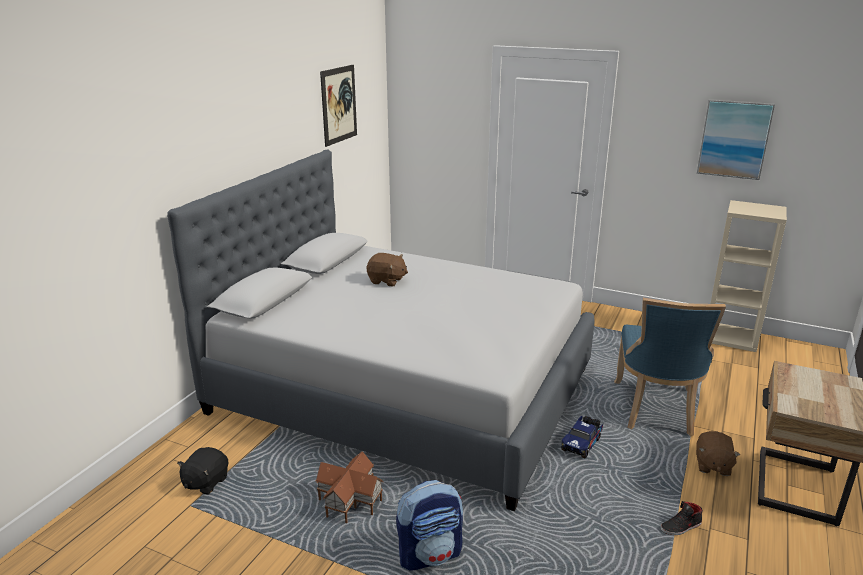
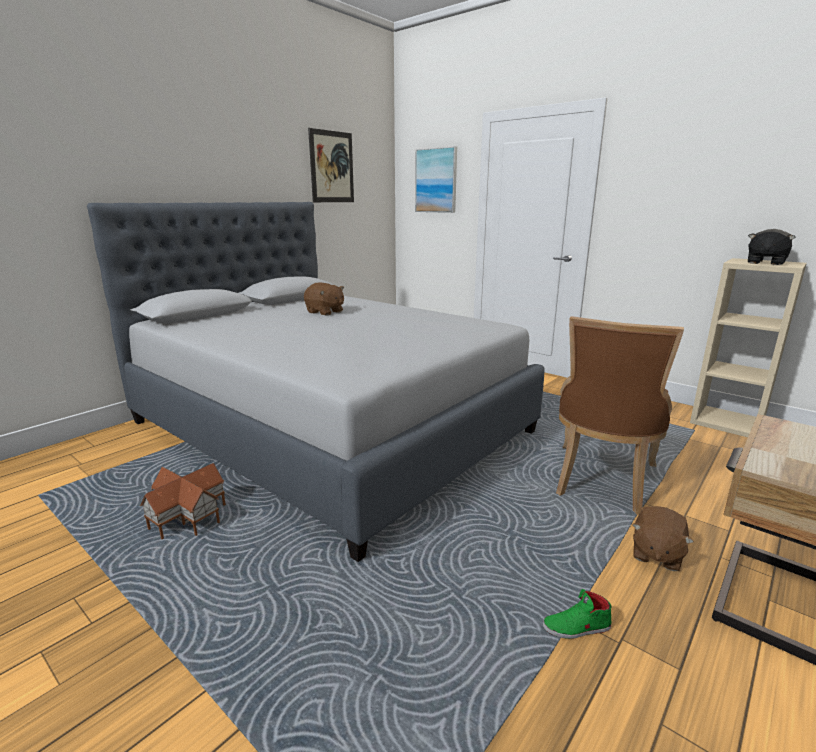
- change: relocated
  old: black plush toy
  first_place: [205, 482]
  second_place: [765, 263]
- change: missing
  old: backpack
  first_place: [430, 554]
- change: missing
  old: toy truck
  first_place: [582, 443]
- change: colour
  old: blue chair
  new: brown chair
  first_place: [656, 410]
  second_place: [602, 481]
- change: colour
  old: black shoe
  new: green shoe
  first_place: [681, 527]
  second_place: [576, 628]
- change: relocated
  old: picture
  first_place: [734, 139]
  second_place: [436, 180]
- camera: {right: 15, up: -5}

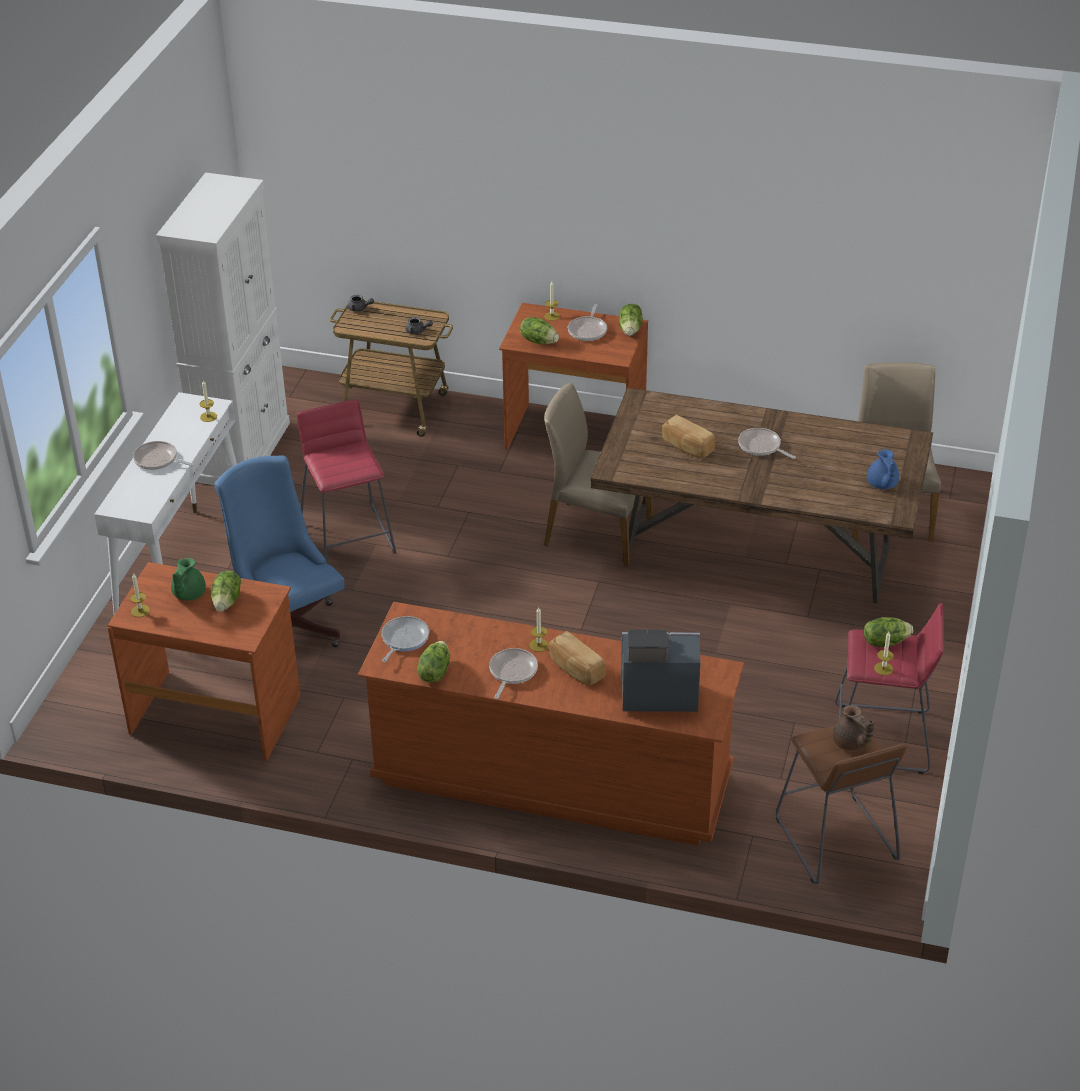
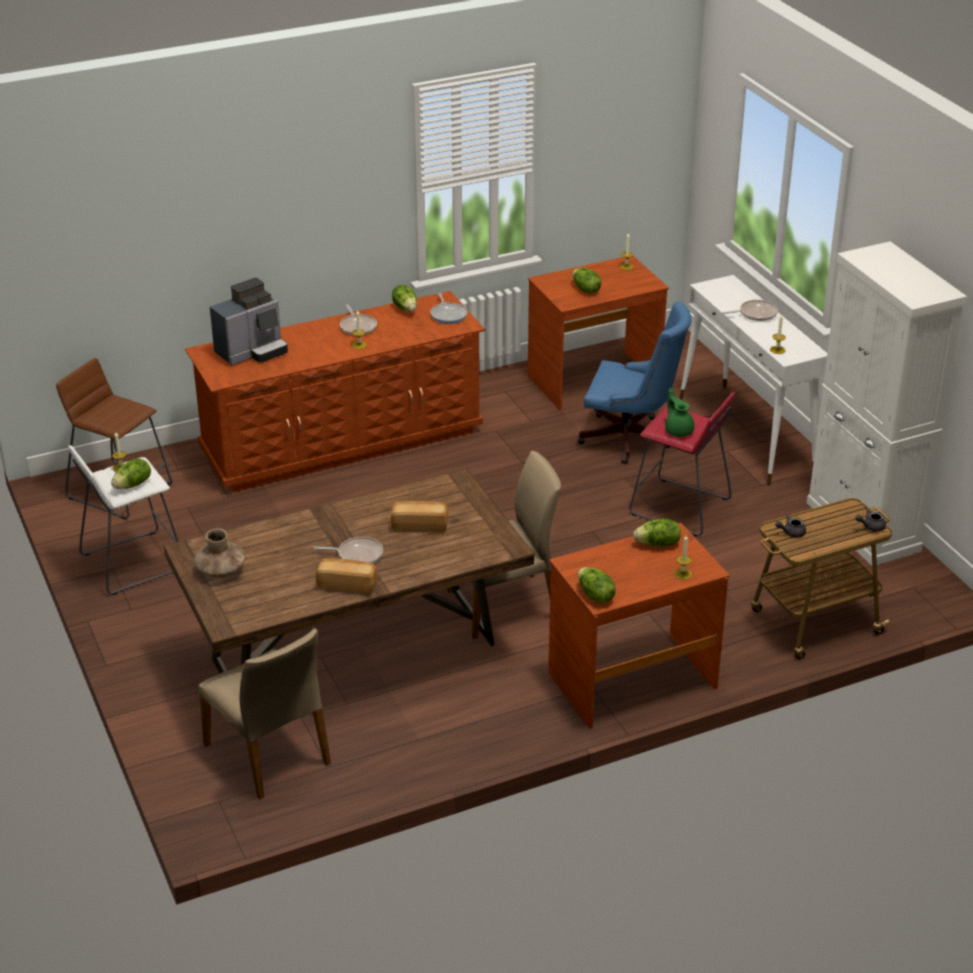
- change: relocated
  old: green teapot
  first_place: [188, 594]
  second_place: [678, 430]
- change: relocated
  old: bread
  first_place: [576, 669]
  second_place: [347, 585]
- change: missing
  old: frying pan
  first_place: [588, 330]
- change: missing
  old: brown teapot
  first_place: [851, 743]
- change: colour
  old: red stool
  new: white stool
  first_place: [881, 738]
  second_place: [132, 562]
- change: exchanged
  old: blue teapot
  new: brown vase
  first_place: [882, 484]
  second_place: [221, 570]
- camera: {right: 140, up: -5}

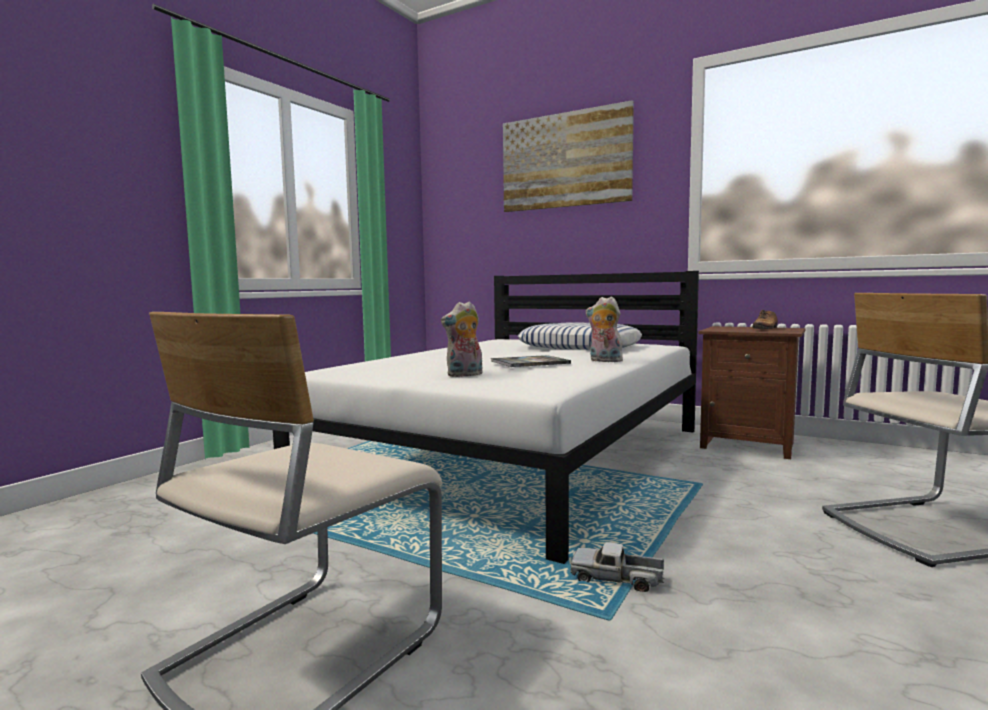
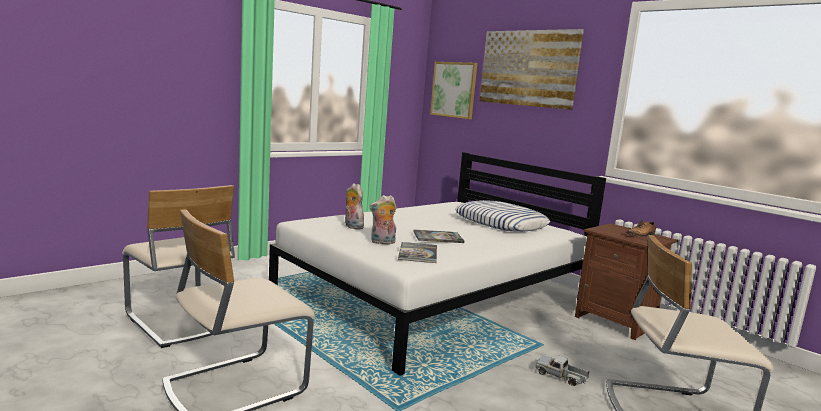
- change: relocated
  old: toy truck
  first_place: [617, 579]
  second_place: [561, 376]
- change: relocated
  old: plush toy
  first_place: [604, 361]
  second_place: [352, 227]
- change: appeared
  new: beige chair
  second_place: [180, 321]
- change: appeared
  new: book
  second_place: [418, 253]
- change: appeared
  new: picture
  second_place: [454, 90]
- camera: {right: 15, up: 5}

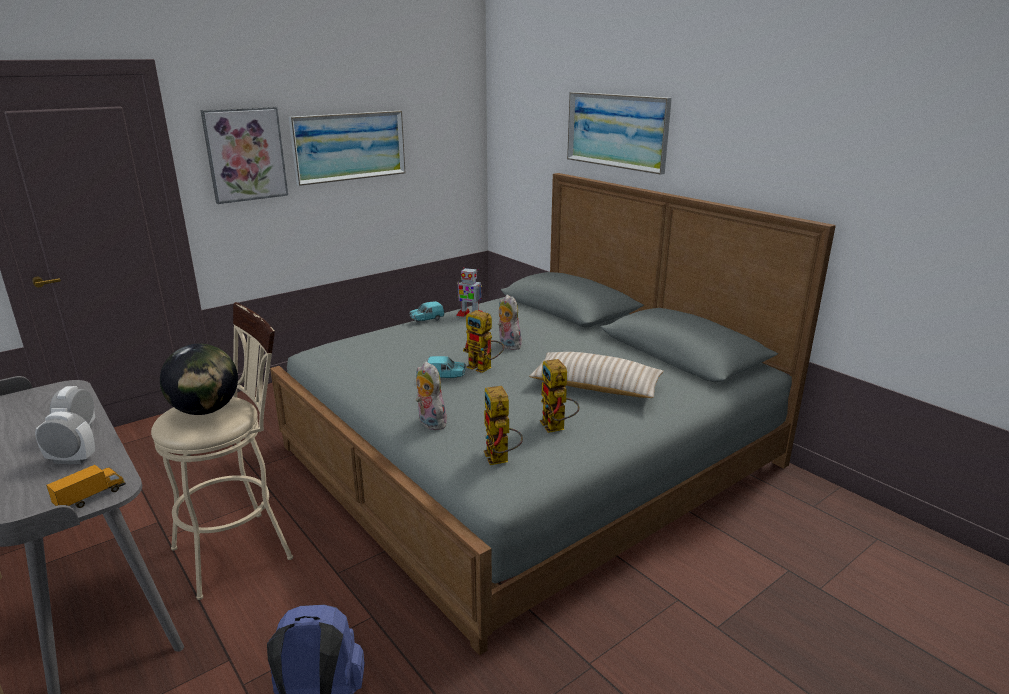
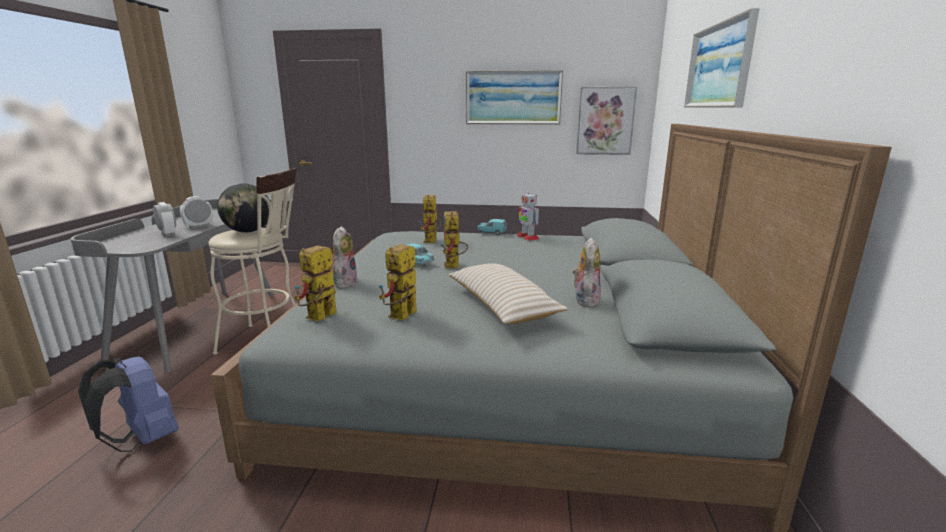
- change: missing
  old: toy truck
  first_place: [91, 498]
- change: relocated
  old: picture
  first_place: [245, 154]
  second_place: [605, 121]
- change: relocated
  old: plush toy
  first_place: [507, 345]
  second_place: [585, 300]
- change: appeared
  new: toy robot
  second_place: [431, 242]
- camera: {right: 45, up: -5}

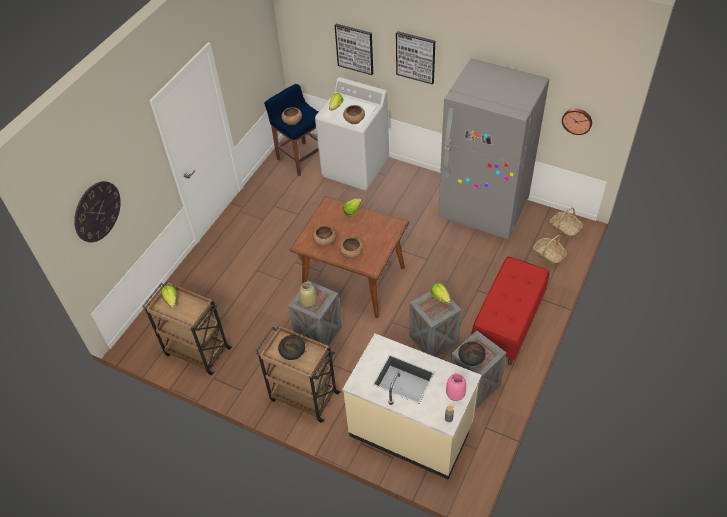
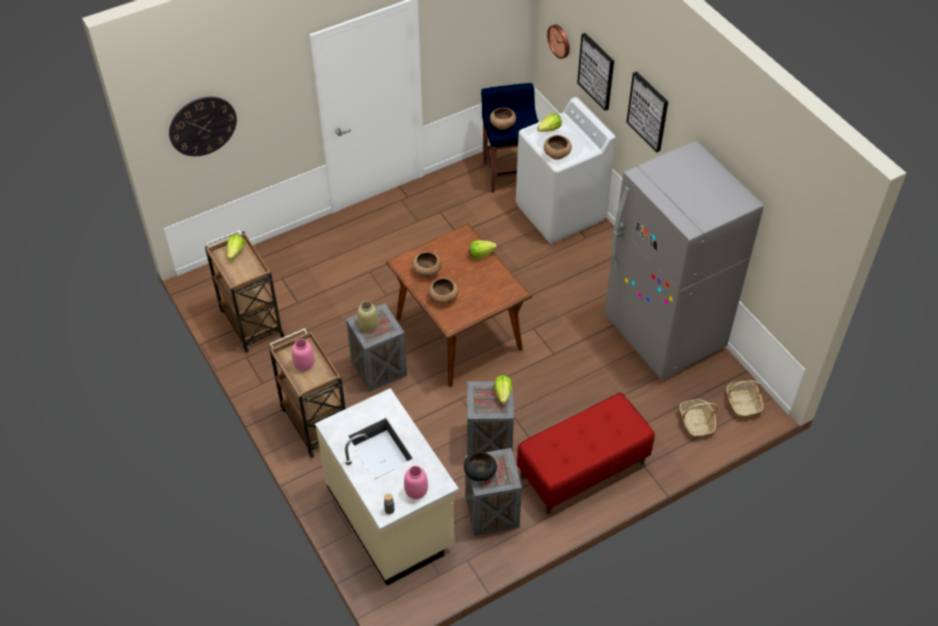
- change: exchanged
  old: black bowl
  new: pink vase
  first_place: [293, 352]
  second_place: [304, 364]
- change: relocated
  old: wall clock
  first_place: [577, 120]
  second_place: [560, 41]
- camera: {right: 30, up: 0}

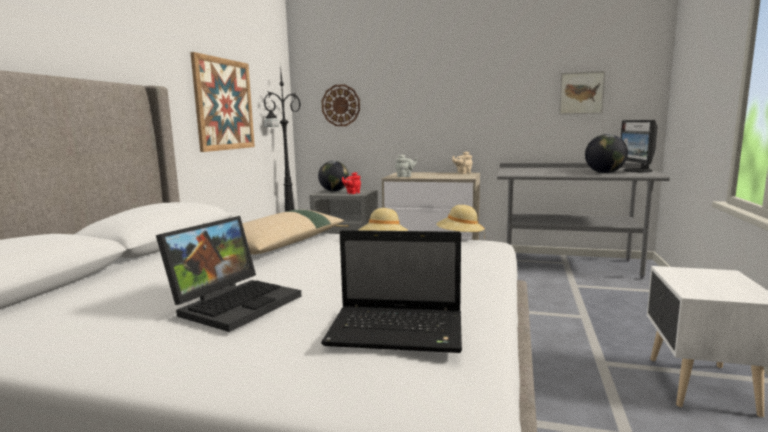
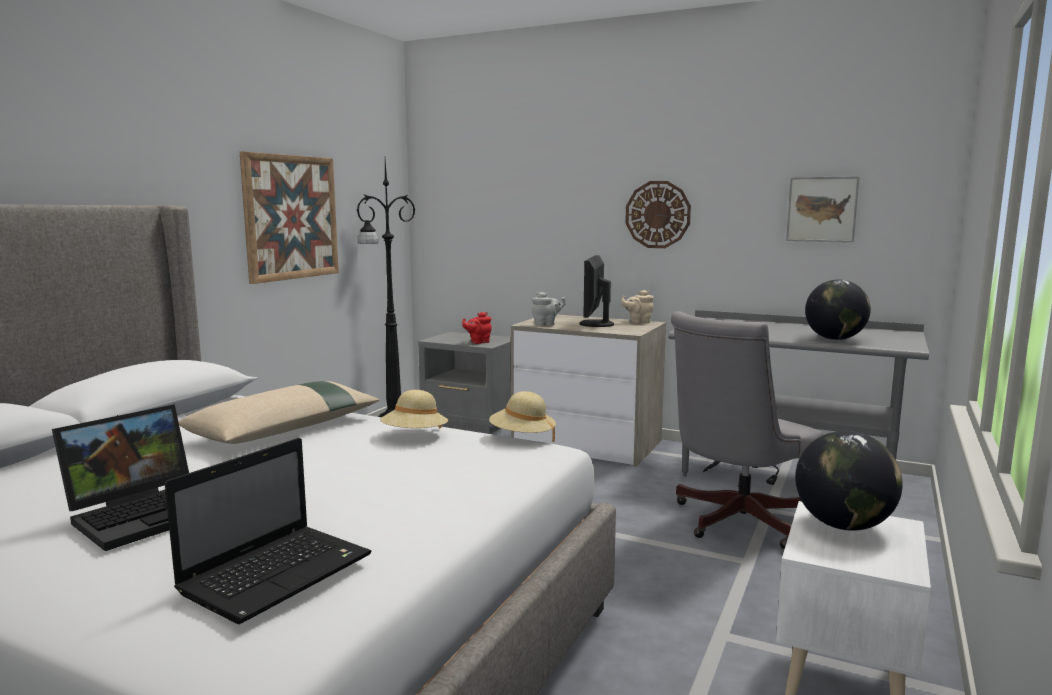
- change: relocated
  old: globe
  first_place: [334, 191]
  second_place: [843, 525]
- change: spun
  old: laptop
  first_place: [399, 331]
  second_place: [279, 572]
  degrees: -75
- change: relocated
  old: wall clock
  first_place: [340, 105]
  second_place: [657, 214]
- change: relocated
  old: monitor
  first_place: [636, 171]
  second_place: [595, 324]
- change: appeared
  new: grey office chair
  second_place: [734, 522]
- camera: {right: 10, up: 0}

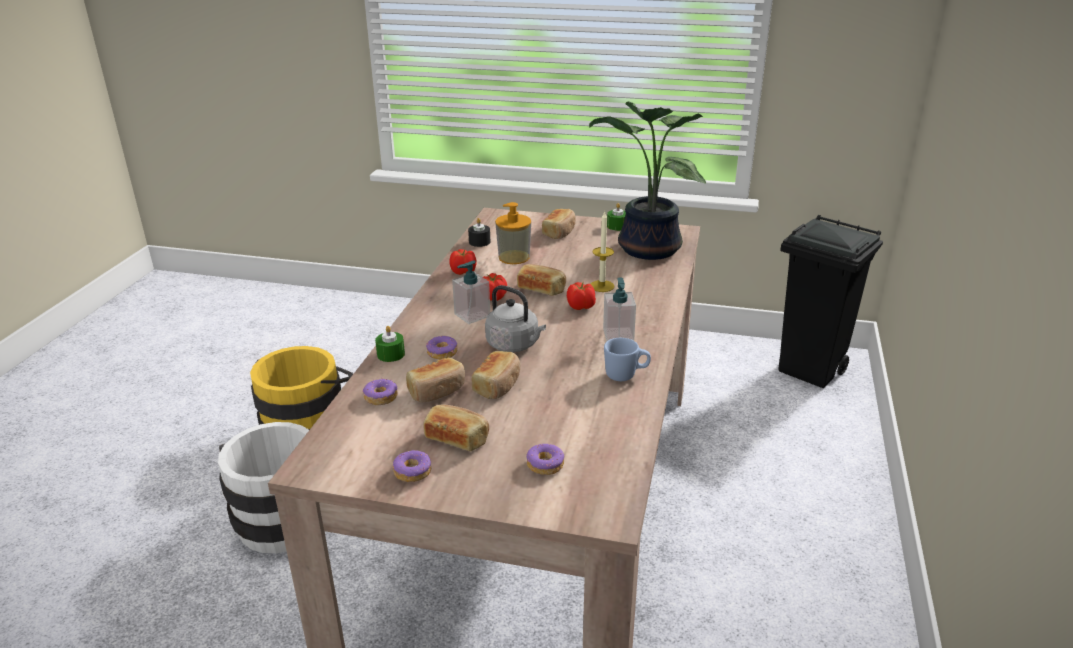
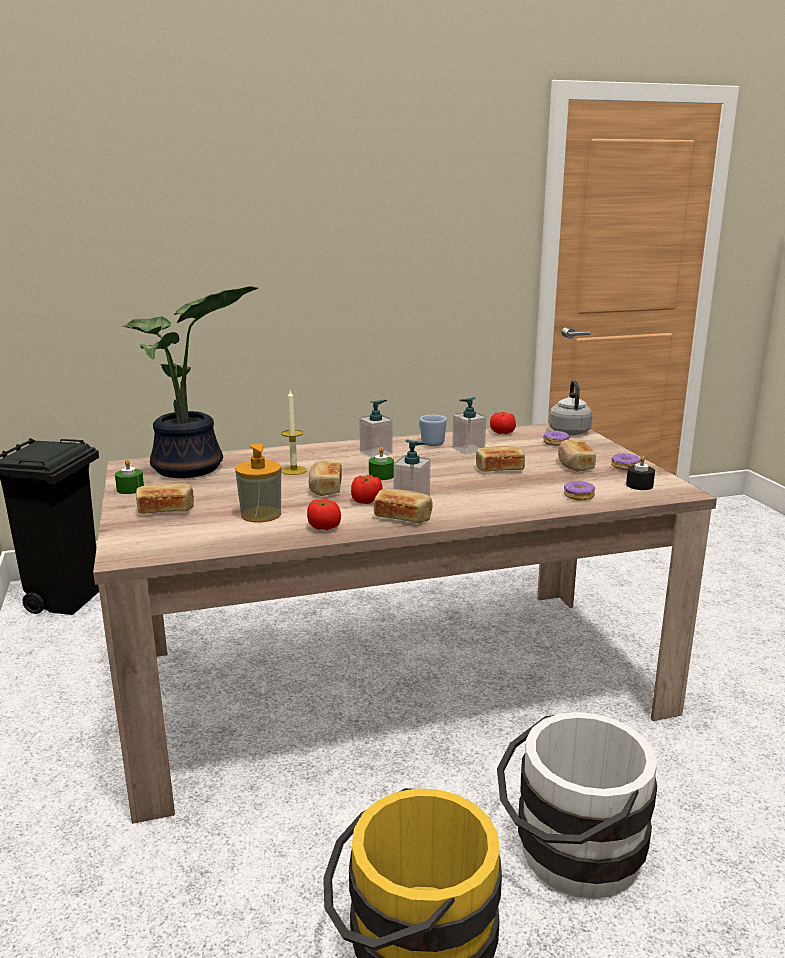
- change: relocated
  old: green candle
  first_place: [391, 354]
  second_place: [381, 476]
- change: relocated
  old: bread
  first_place: [437, 390]
  second_place: [403, 517]
- change: missing
  old: donut
  first_place: [442, 353]
- change: relocated
  old: black candle
  first_place: [479, 242]
  second_place: [639, 485]
- change: relocated
  old: grey kettle
  first_place: [515, 345]
  second_place: [569, 431]
- change: relocated
  old: tomato
  first_place: [581, 307]
  second_place: [502, 433]
- change: appeared
  new: soap dispenser
  second_place: [468, 449]
- camera: {right: -120, up: -10}

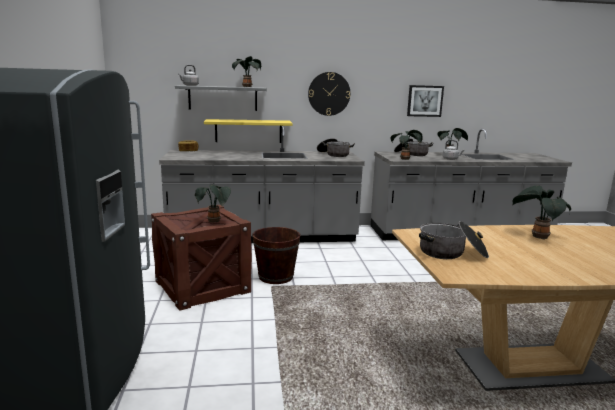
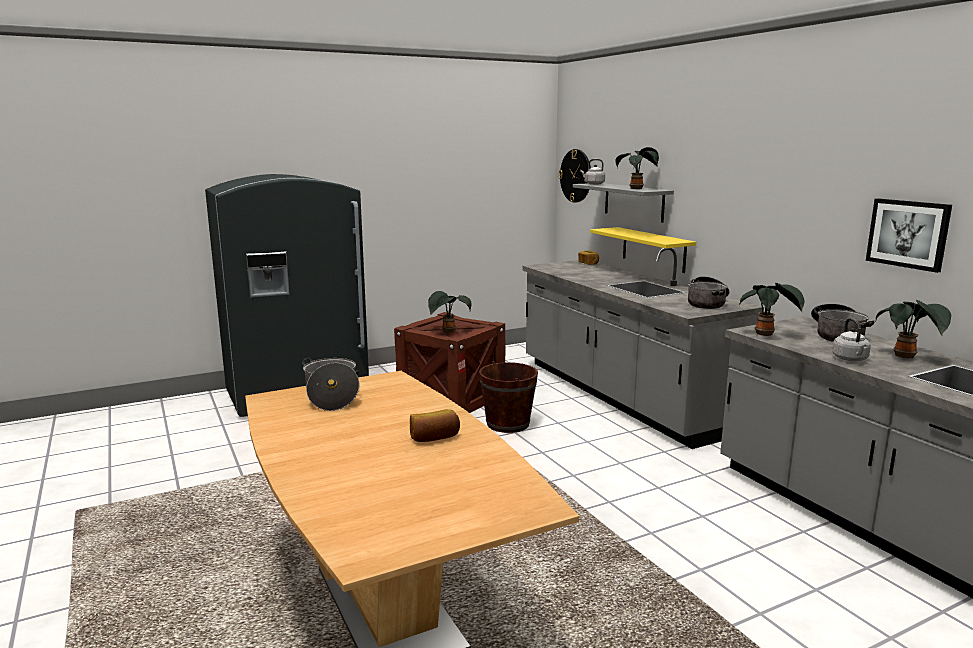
- change: relocated
  old: wall clock
  first_place: [329, 94]
  second_place: [576, 176]
- change: exchanged
  old: potted plant
  new: bread
  first_place: [537, 236]
  second_place: [435, 438]
- camera: {right: 70, up: 0}

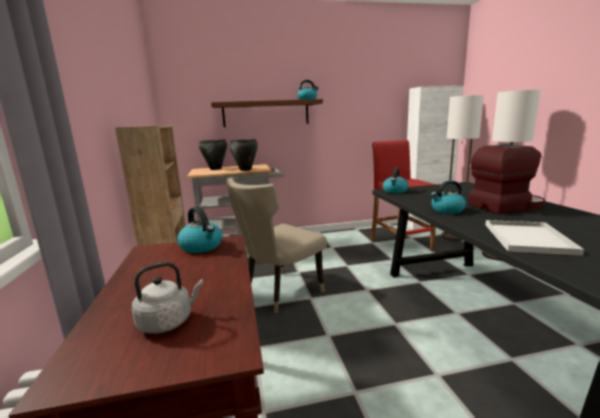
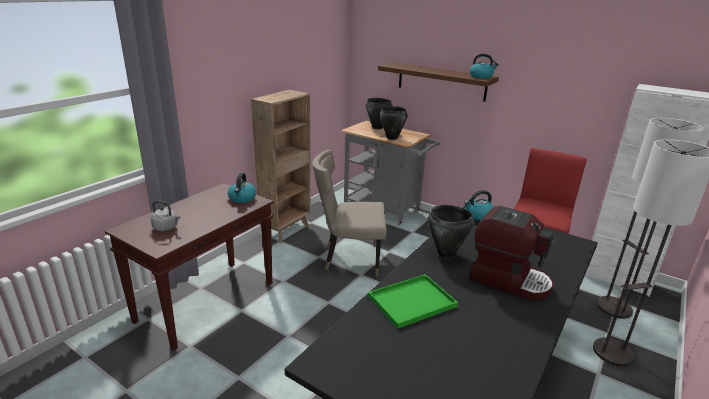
- change: exchanged
  old: kettle
  new: black cooking pot
  first_place: [447, 210]
  second_place: [446, 253]
- change: colour
  old: white tray
  new: green tray
  first_place: [526, 237]
  second_place: [413, 300]
- camera: {right: 45, up: 10}

